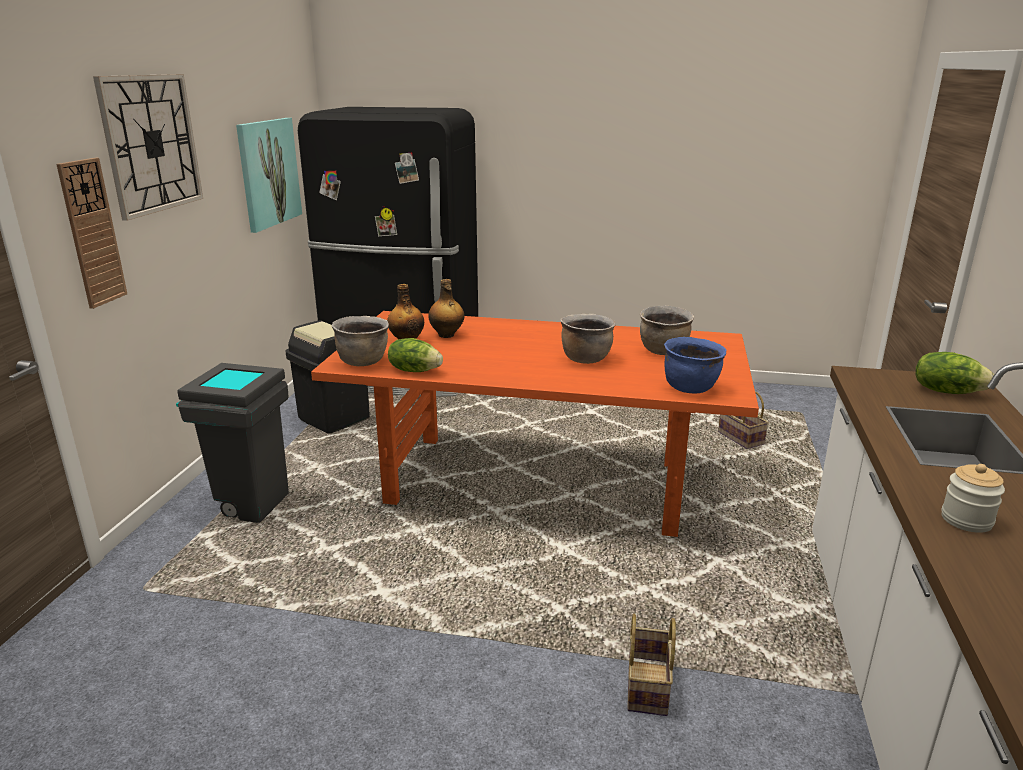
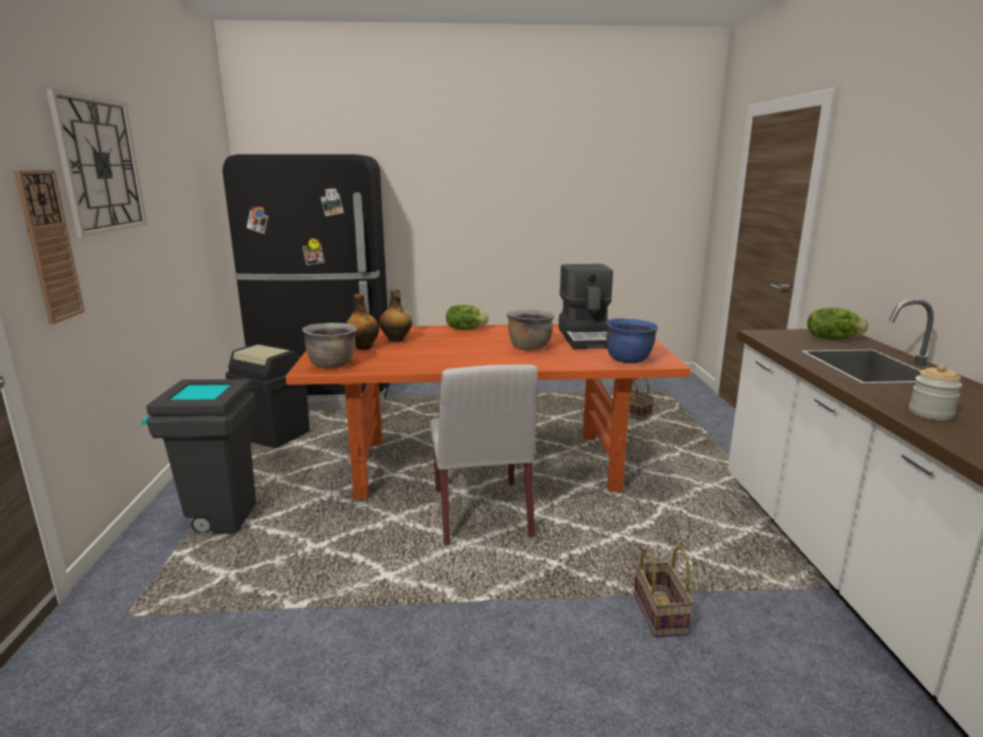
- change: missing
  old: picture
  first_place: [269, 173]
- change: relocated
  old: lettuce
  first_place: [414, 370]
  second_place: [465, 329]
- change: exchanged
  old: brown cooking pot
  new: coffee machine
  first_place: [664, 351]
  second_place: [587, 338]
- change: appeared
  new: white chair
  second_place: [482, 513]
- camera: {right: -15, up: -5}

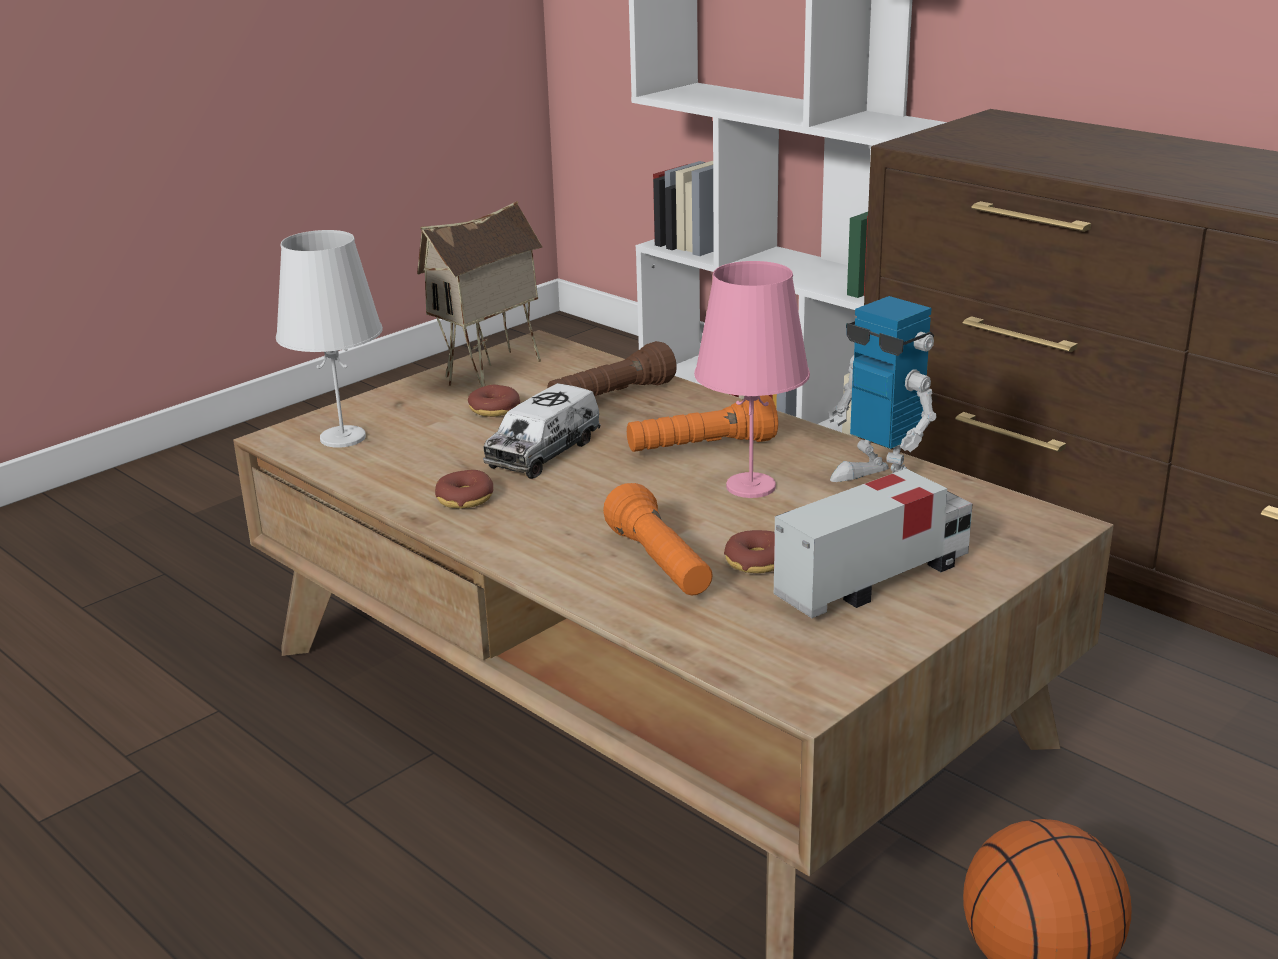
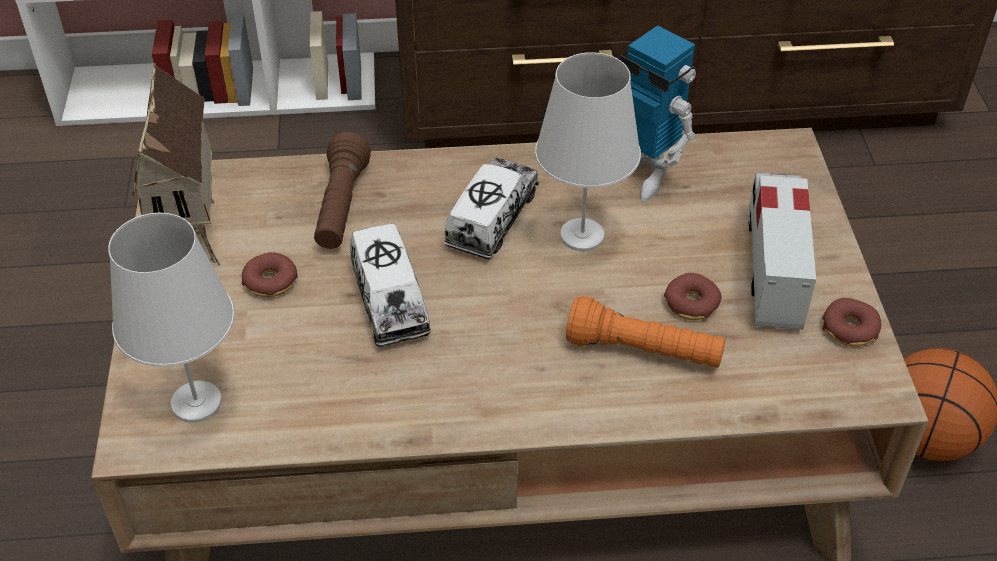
- change: relocated
  old: donut
  first_place: [465, 499]
  second_place: [850, 329]
- change: exchanged
  old: orange flashlight
  new: toy truck
  first_place: [701, 448]
  second_place: [492, 219]
- change: colour
  old: pink table lamp
  new: white table lamp
  first_place: [750, 486]
  second_place: [581, 235]
- change: spun
  old: toy robot
  first_place: [878, 478]
  second_place: [642, 173]
  degrees: 45
- camera: {right: -50, up: 20}

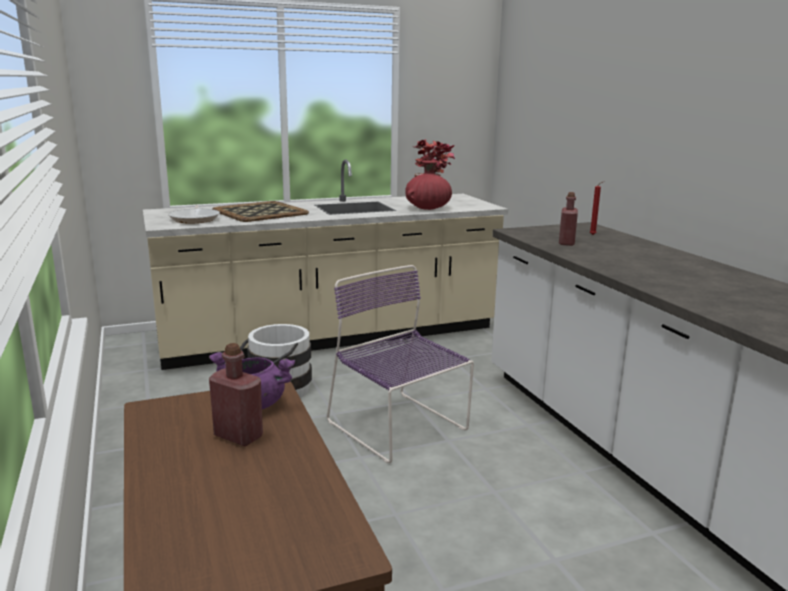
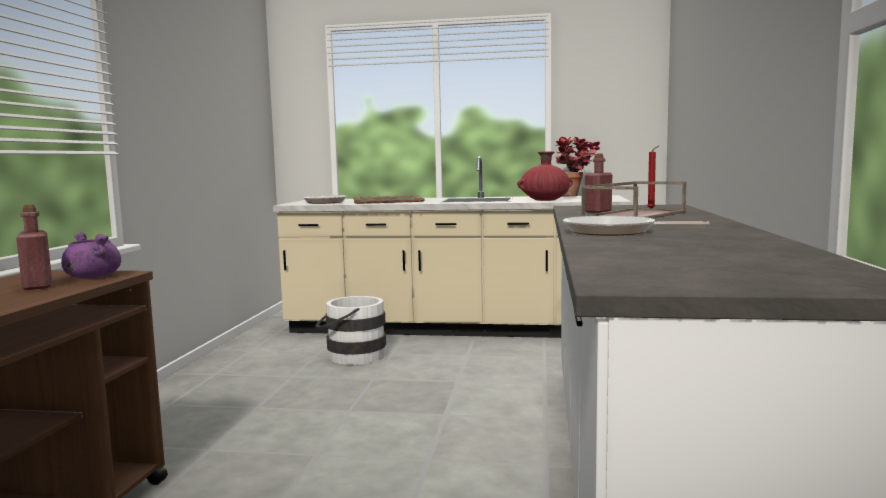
- change: missing
  old: purple chair
  first_place: [399, 428]
- change: appeared
  new: frying pan
  second_place: [615, 232]
- change: appeared
  new: brown tray
  second_place: [634, 215]
- camera: {right: 30, up: -10}

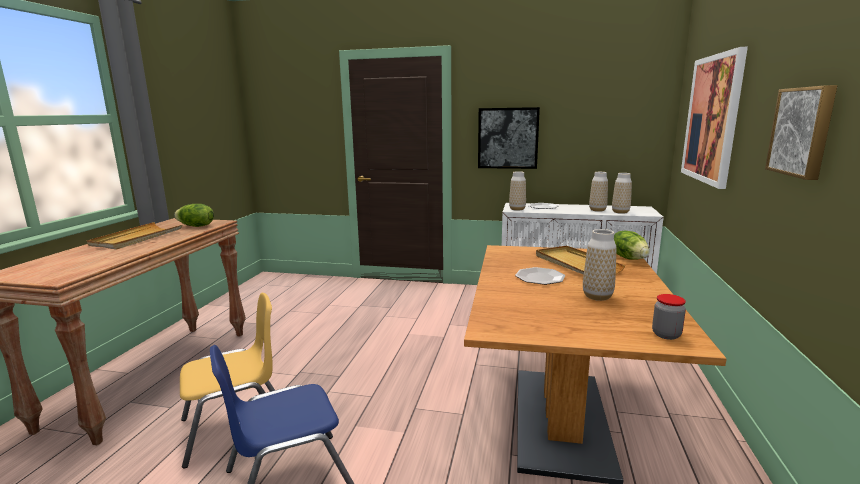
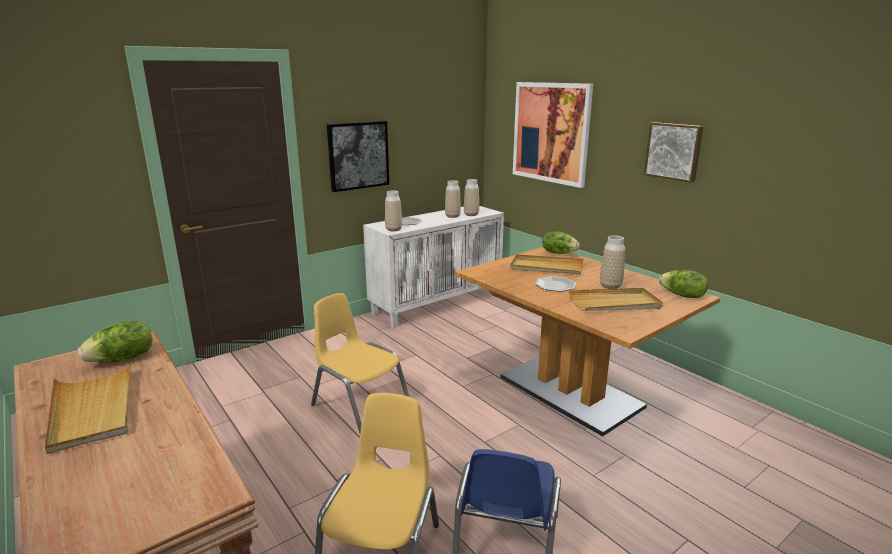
- change: exchanged
  old: jar
  new: lettuce
  first_place: [666, 335]
  second_place: [682, 295]
- change: appeared
  new: yellow chair
  second_place: [360, 406]
- change: appeared
  new: beige tray
  second_place: [614, 303]
- camera: {right: -50, up: 5}

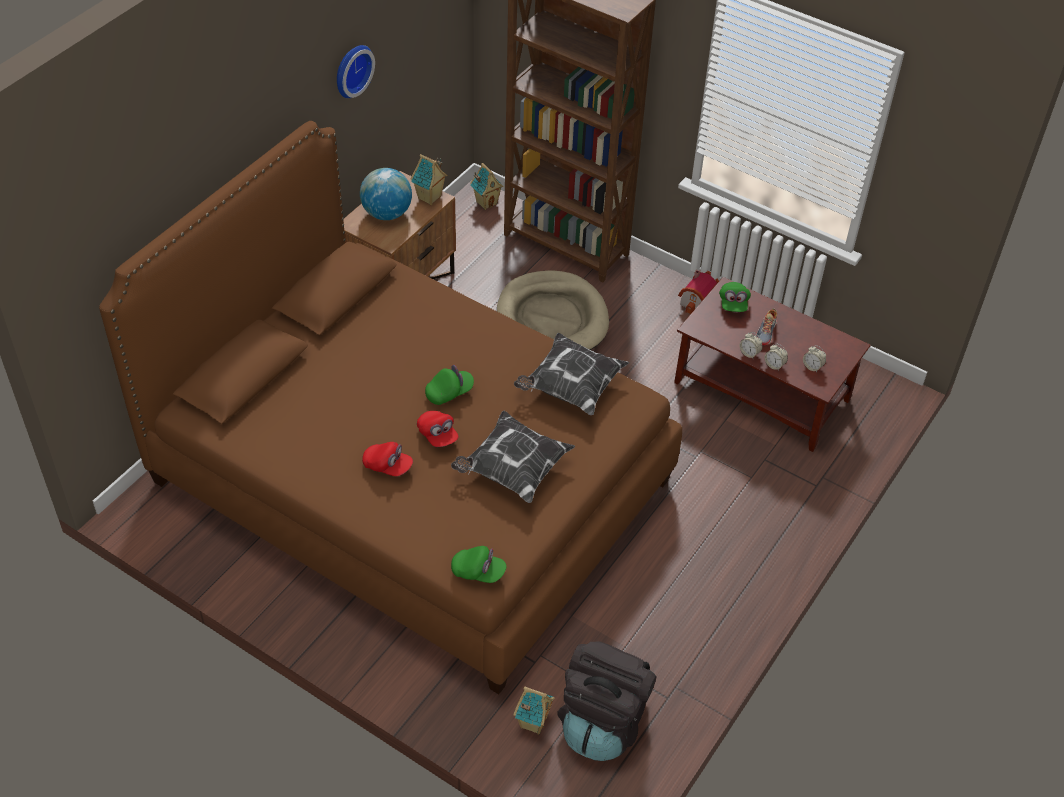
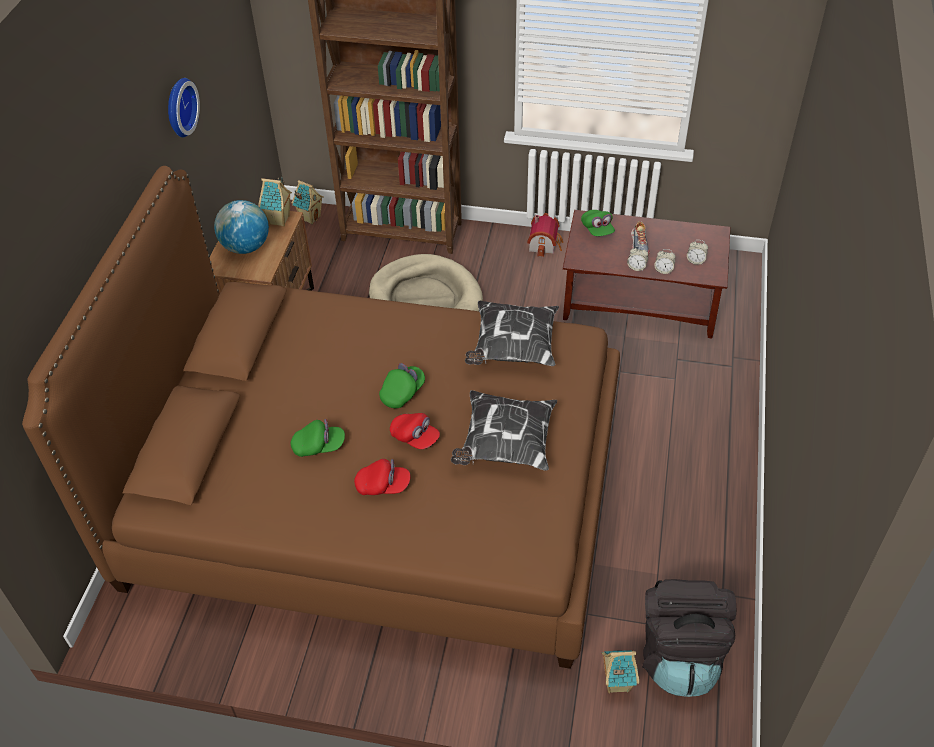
- change: relocated
  old: green cap
  first_place: [478, 572]
  second_place: [319, 446]
- camera: {right: -20, up: 0}

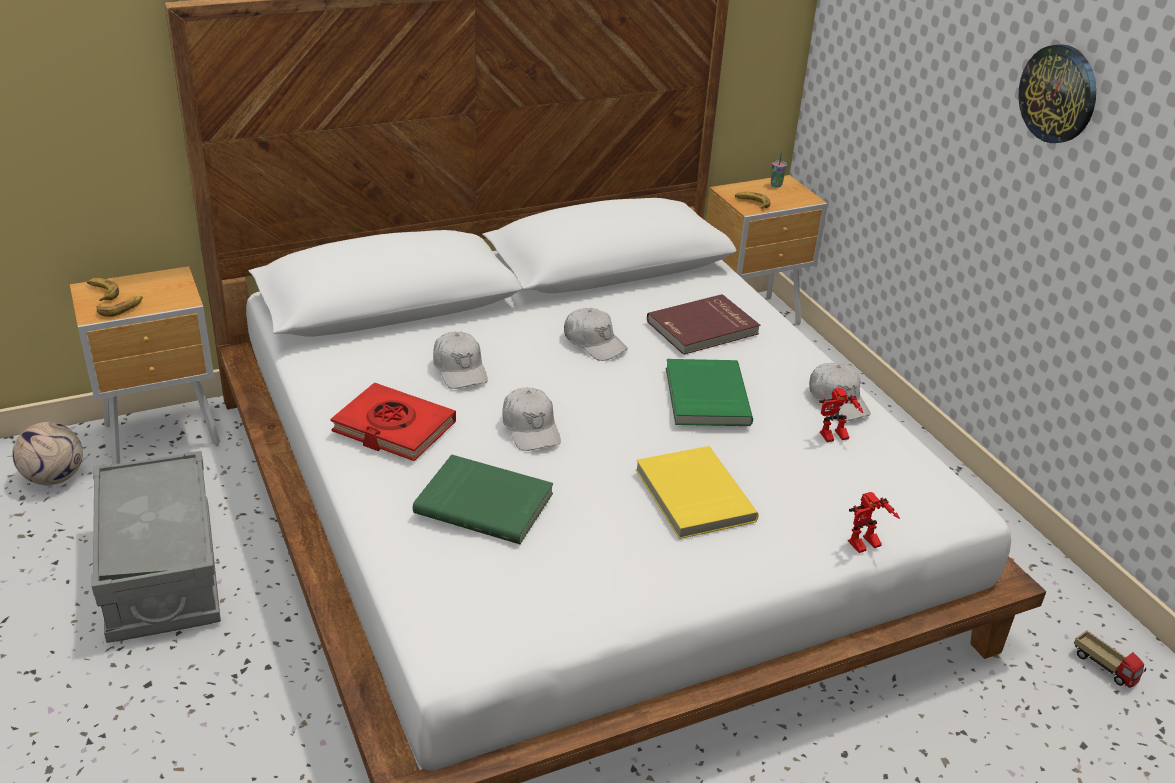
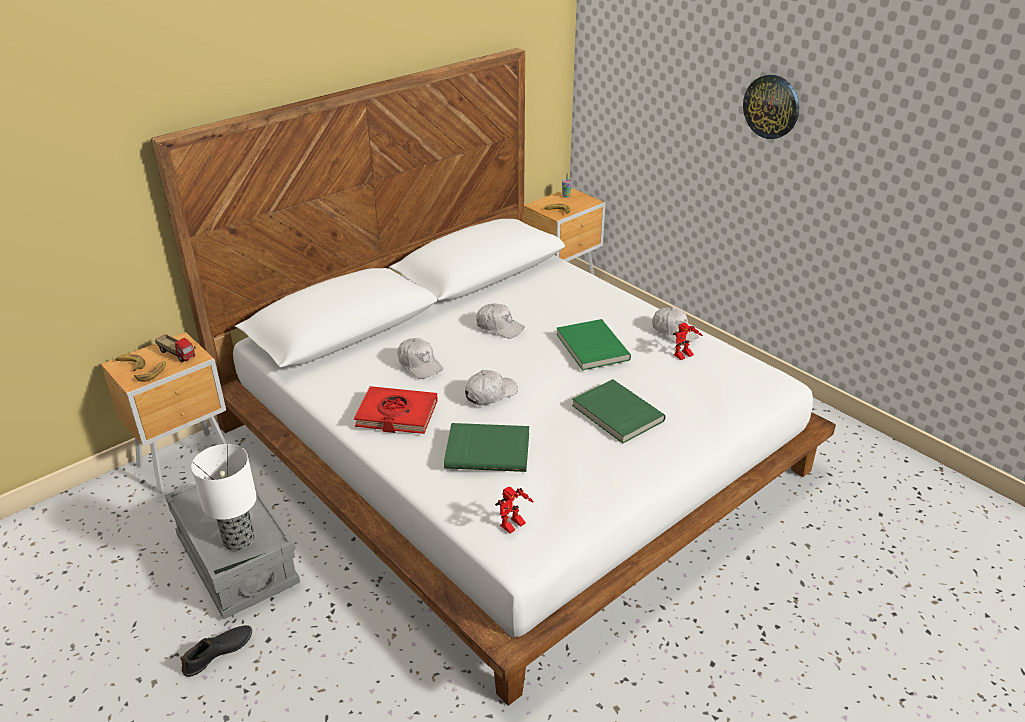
- change: missing
  old: football
  first_place: [54, 477]
- change: spun
  old: white cap
  first_place: [531, 428]
  second_place: [490, 393]
  degrees: -90
- change: colour
  old: yellow book
  new: green book
  first_place: [692, 496]
  second_place: [616, 414]
- change: missing
  old: red book
  first_place: [703, 328]
- change: relocated
  old: toy robot
  first_place: [865, 546]
  second_place: [513, 527]
- change: relocated
  old: toy truck
  first_place: [1104, 667]
  second_place: [177, 354]
- change: appeared
  new: black shoe
  second_place: [218, 653]
- change: appeared
  new: table lamp
  second_place: [239, 540]
- camera: {right: -15, up: 0}

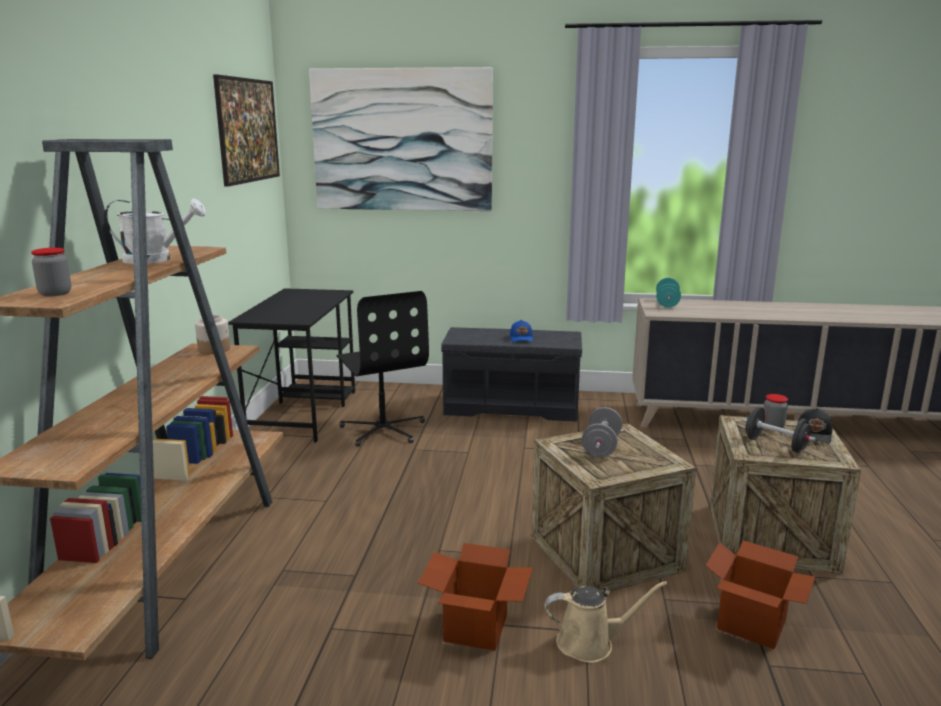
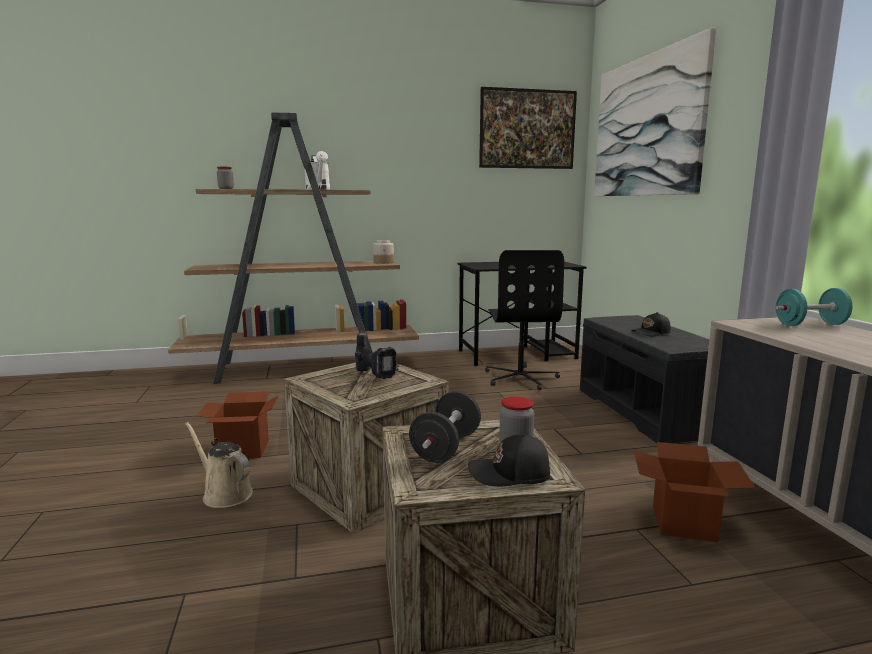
- change: spun
  old: black office chair
  first_place: [383, 430]
  second_place: [520, 378]
  degrees: -45
- change: colour
  old: blue cap
  new: black cap
  first_place: [522, 338]
  second_place: [651, 333]
- change: spun
  old: beige watering can
  first_place: [590, 643]
  second_place: [224, 494]
  degrees: 150
- change: exchanged
  old: grey dumbbell
  new: power drill
  first_place: [601, 447]
  second_place: [376, 375]
- change: relocated
  old: cardboard box
  first_place: [751, 624]
  second_place: [683, 522]
- camera: {right: 70, up: -5}

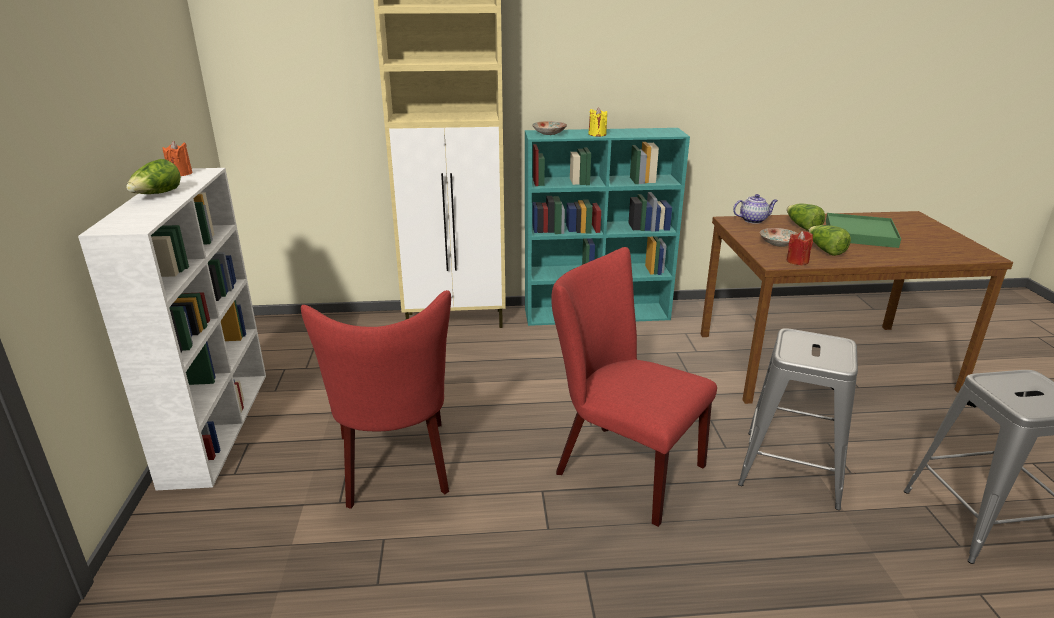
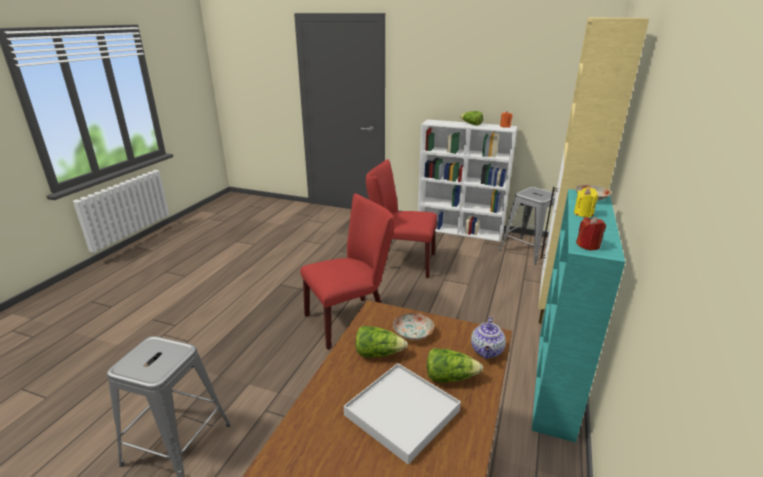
- change: relocated
  old: grey stool
  first_place: [791, 469]
  second_place: [527, 250]
- change: relocated
  old: red candle
  first_place: [797, 261]
  second_place: [588, 245]
- change: colour
  old: green tray
  new: white tray
  first_place: [860, 234]
  second_place: [401, 413]
- camera: {right: 115, up: 0}

